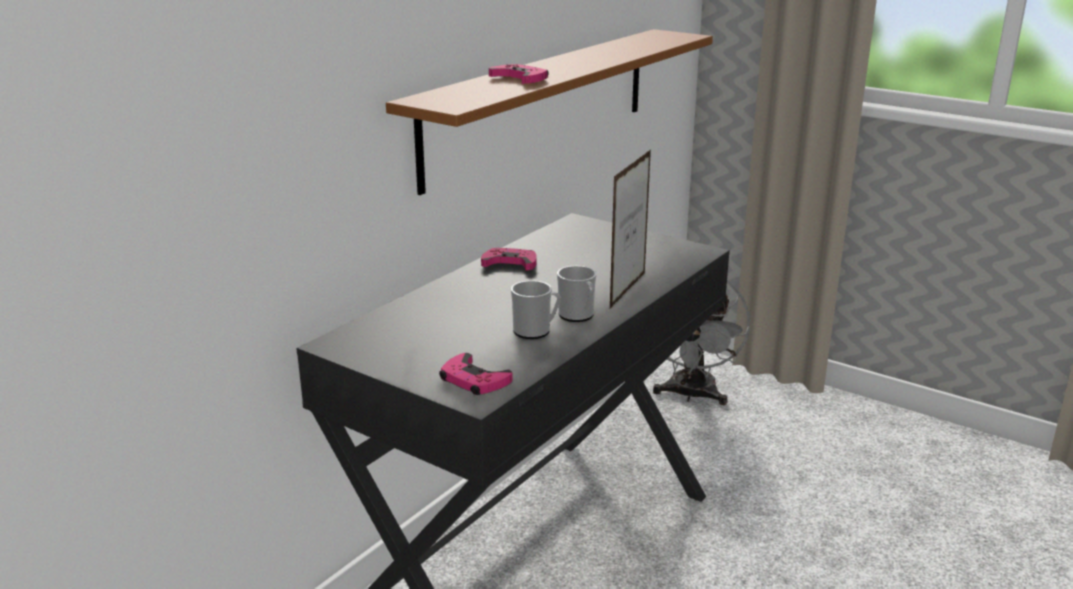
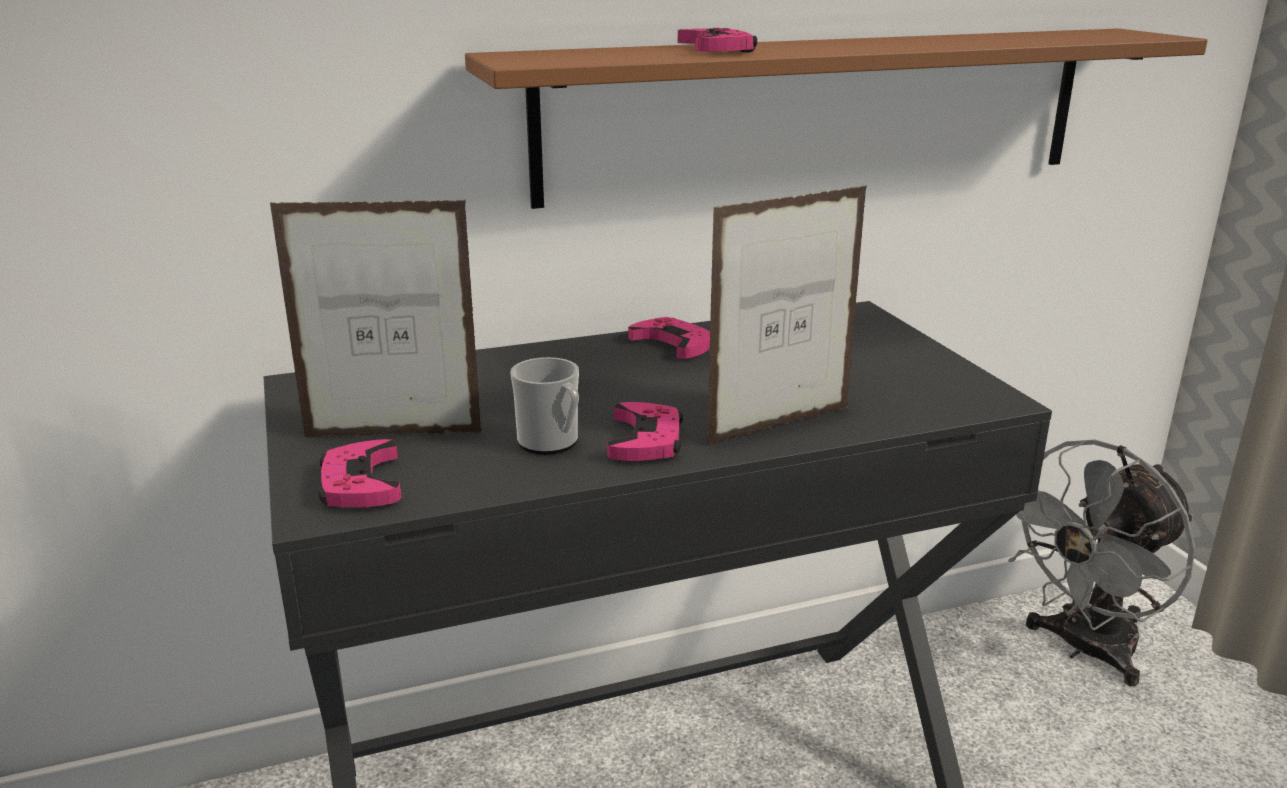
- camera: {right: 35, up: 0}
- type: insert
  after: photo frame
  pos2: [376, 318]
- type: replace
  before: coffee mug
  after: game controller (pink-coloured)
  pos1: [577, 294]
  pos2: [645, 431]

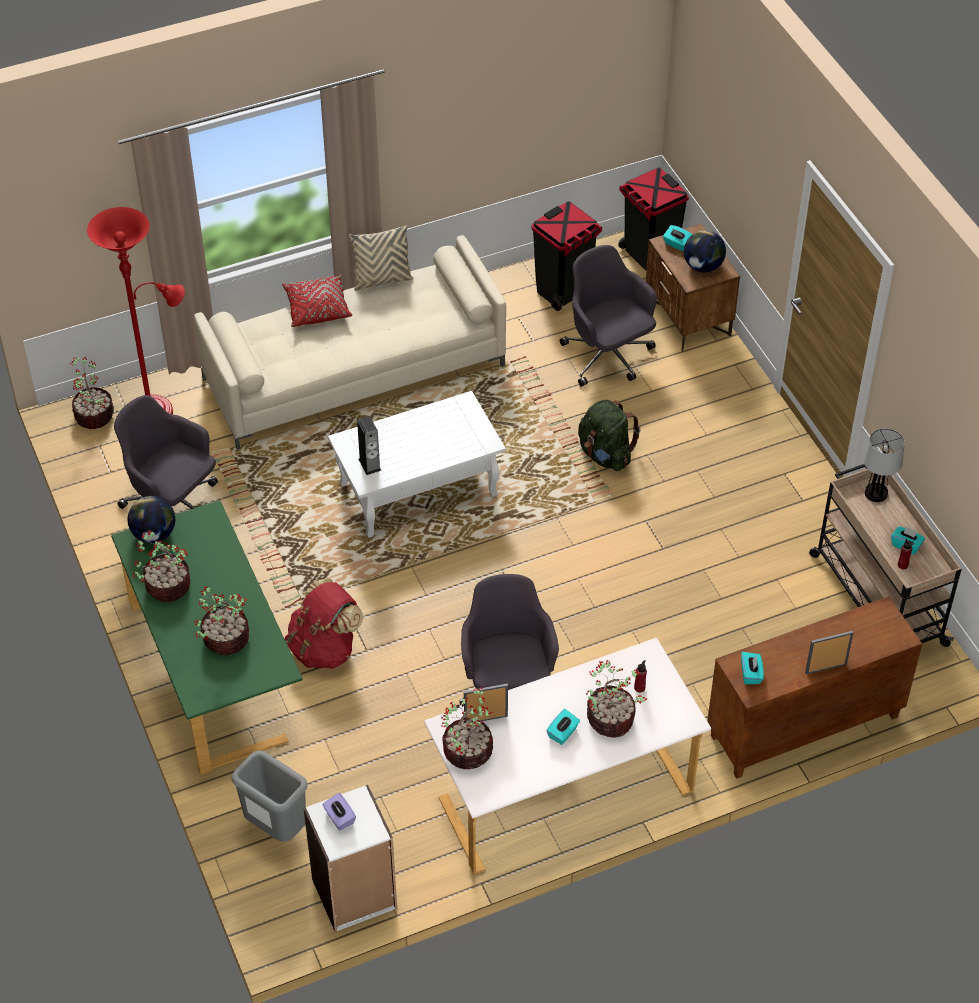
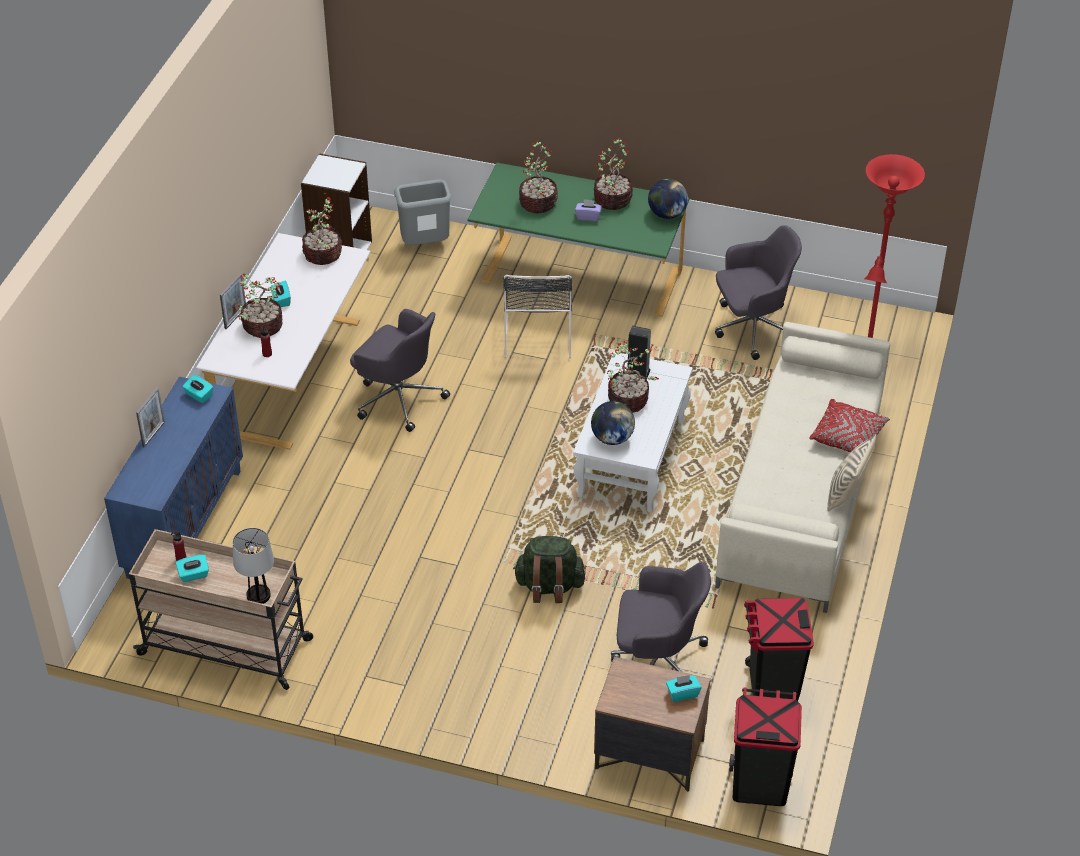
- camera: {right: 130, up: -5}
- type: recolor
  before: cabinet (brown-coloured)
  after: cabinet (blue)
  pos1: [814, 687]
  pos2: [173, 478]
- type: move
  before: photo frame
  pos1: [486, 702]
  pos2: [233, 301]
- type: replace
  before: backpack (red)
  after: chair (black)
  pos1: [324, 623]
  pos2: [538, 317]
- type: move
  before: tissue holder (purple-coloured)
  pos1: [339, 812]
  pos2: [588, 210]
- type: move
  before: world globe
  pos1: [705, 251]
  pos2: [613, 423]
- type: move
  before: potted plant
  pos1: [92, 393]
  pos2: [633, 377]

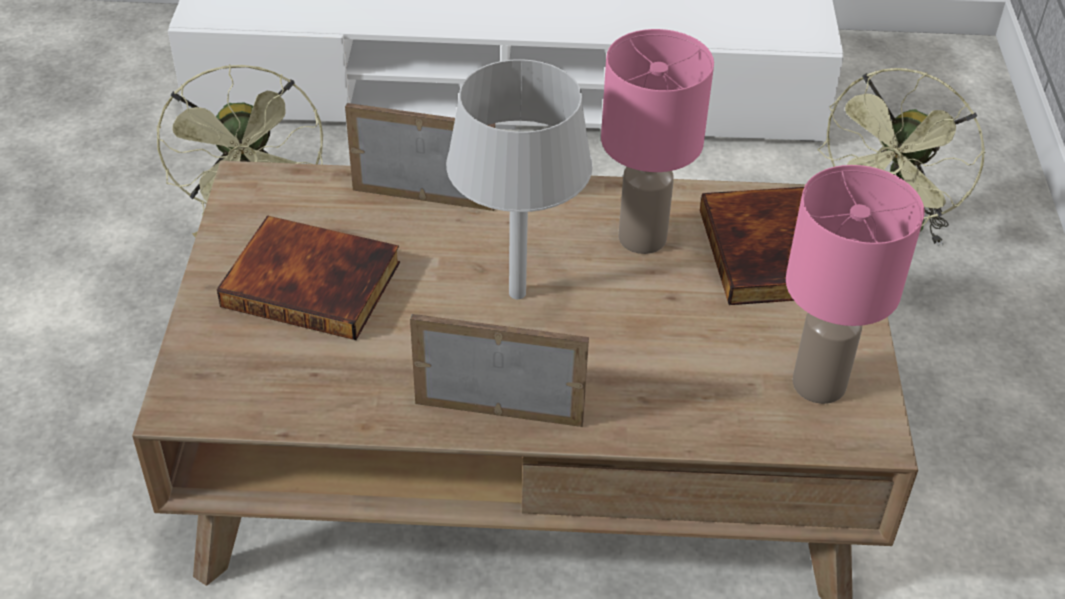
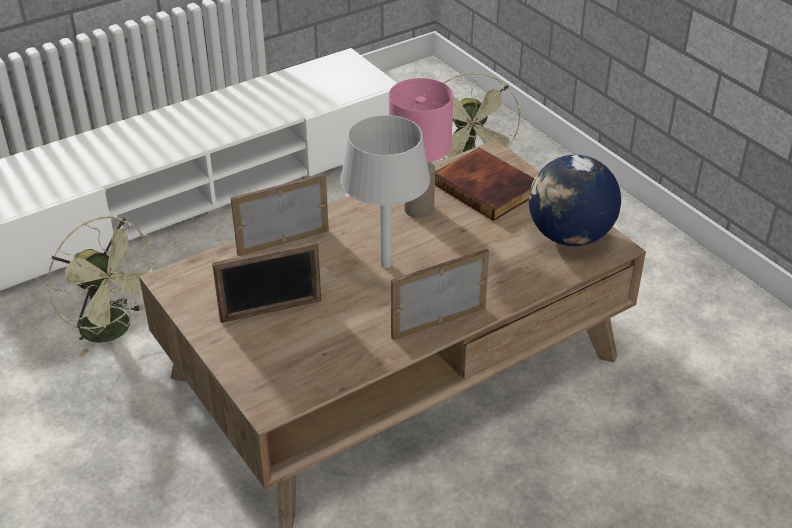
- camera: {right: -35, up: -5}
- type: replace
  before: bound book
  after: photo frame
  pos1: [308, 277]
  pos2: [266, 282]
- type: replace
  before: tabletop lamp (pink-coloured)
  after: world globe
  pos1: [855, 284]
  pos2: [575, 200]

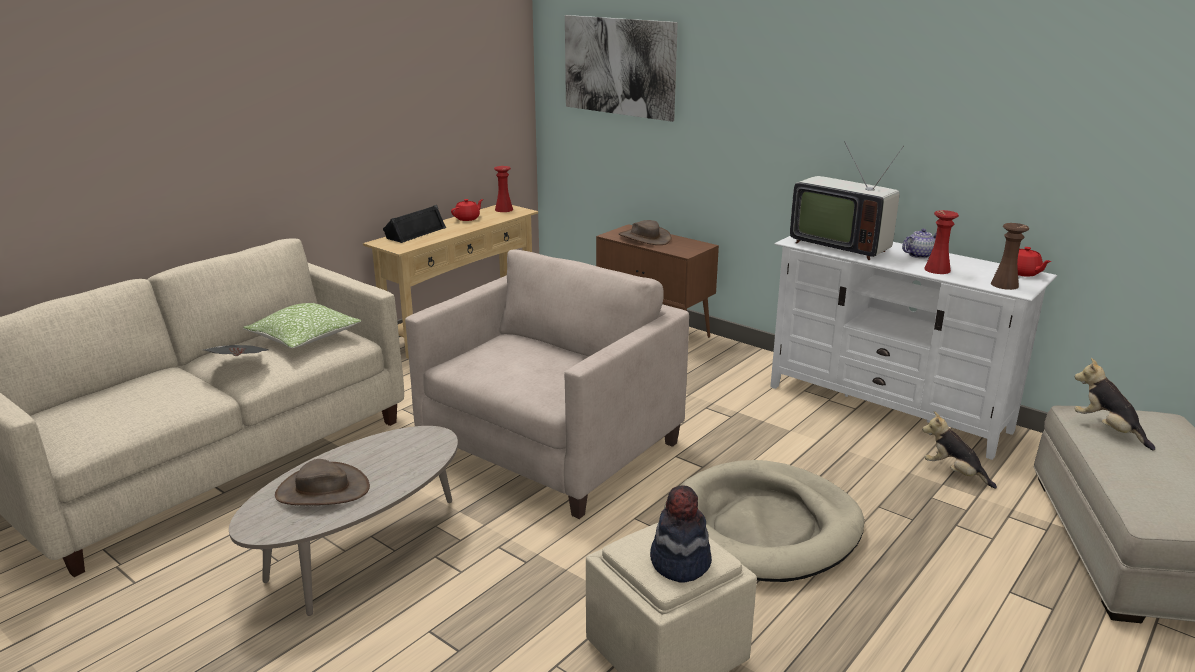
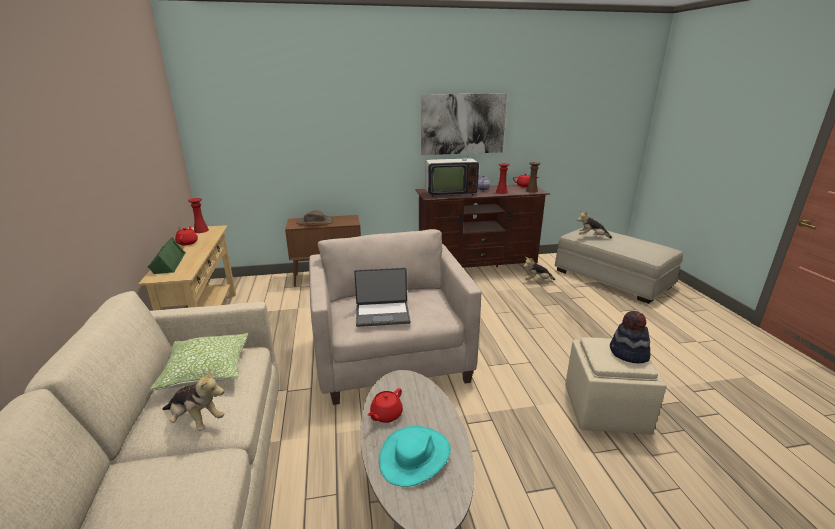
- camera: {right: -50, up: 0}
- type: recolor
  before: speaker (black)
  after: speaker (greenish)
  pos1: [414, 224]
  pos2: [167, 255]
- type: replace
  before: newspaper
  after: soft toy
  pos1: [236, 350]
  pos2: [193, 400]
- type: insert
  after: laptop
  pos2: [382, 297]
- type: insert
  after: pot for tea (red)
  pos2: [385, 405]
- type: recolor
  before: clothing hat (brown-coloured)
  after: clothing hat (blue-green)
  pos1: [322, 482]
  pos2: [415, 456]
- type: recolor
  before: tv stand (white-coloured)
  after: tv stand (brown-coloured)
  pos1: [913, 348]
  pos2: [482, 226]
- type: move
  before: picture
  pos1: [621, 68]
  pos2: [464, 124]
- type: delete
  before: dog cushion (beige)
  pos1: [764, 521]

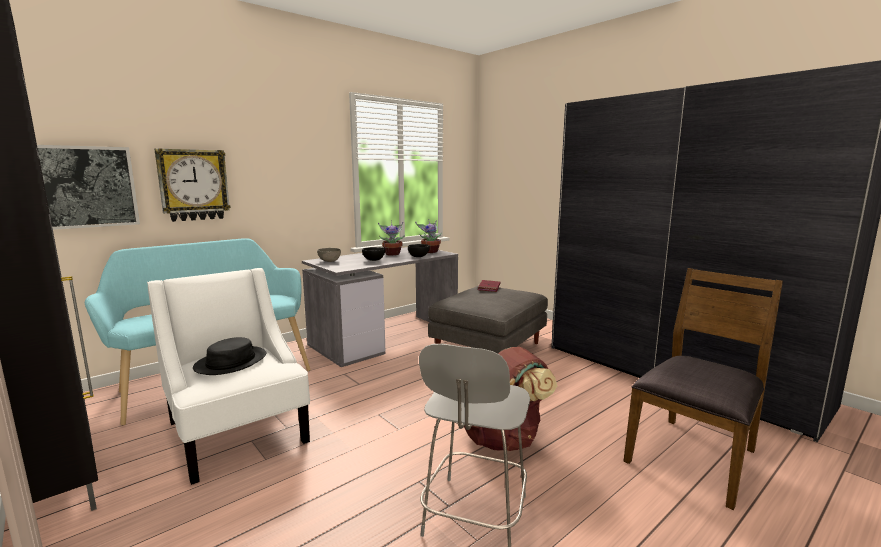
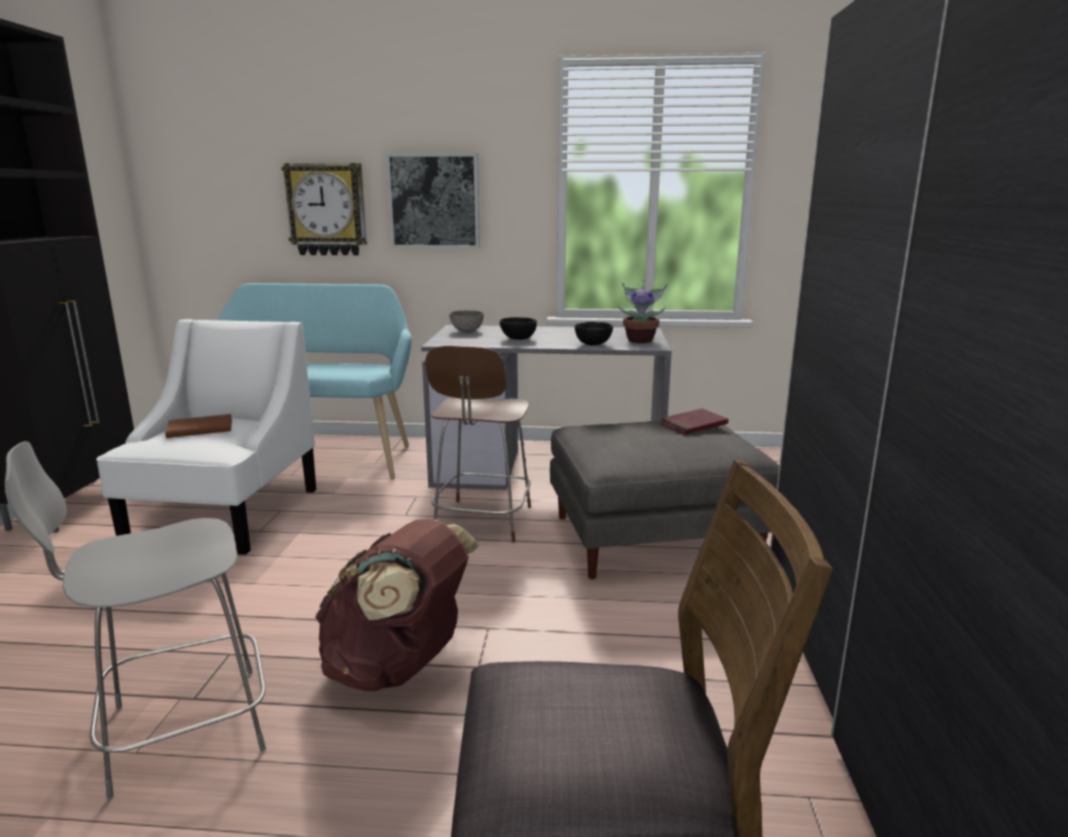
- camera: {right: 45, up: 5}
- type: replace
  before: clothing hat (black)
  after: bound book (brown-coloured)
  pos1: [229, 356]
  pos2: [198, 426]
- type: move
  before: picture
  pos1: [88, 187]
  pos2: [433, 200]
- type: insert
  after: chair (brown-coloured)
  pos2: [478, 444]
- type: delete
  before: potted plant
  pos1: [391, 238]

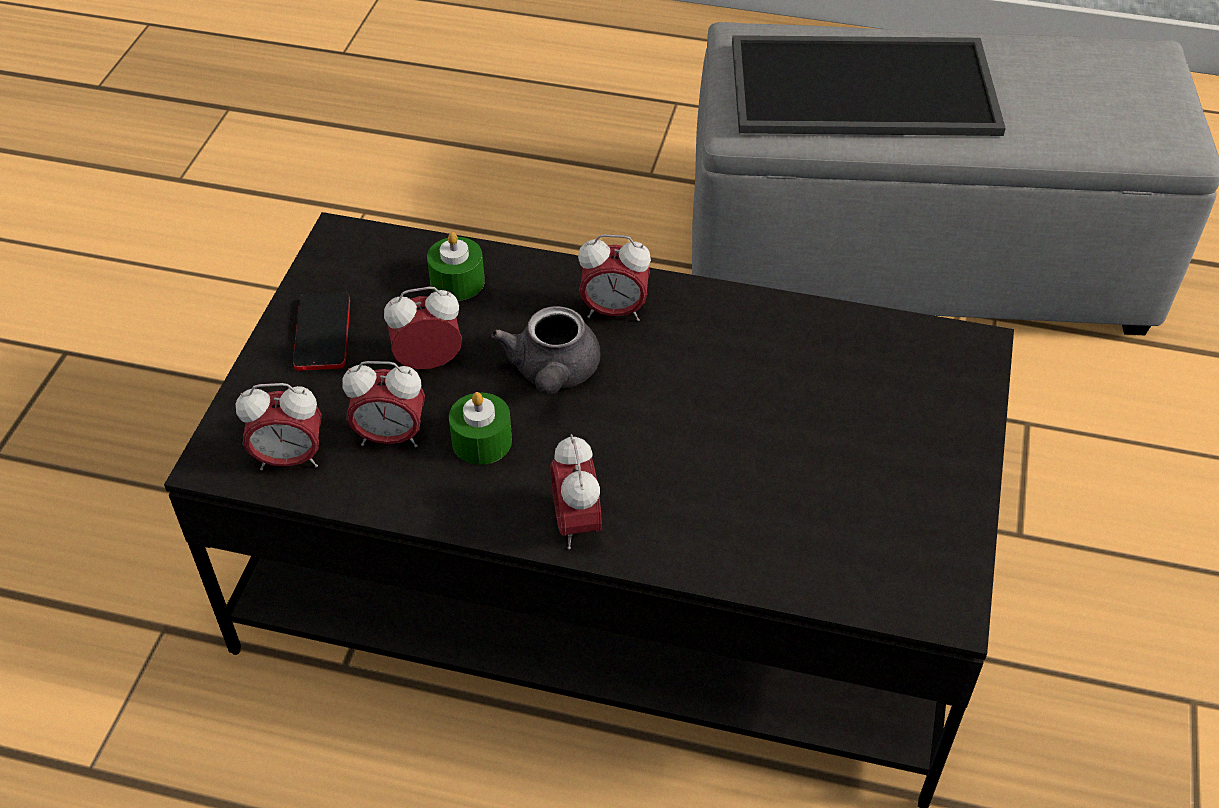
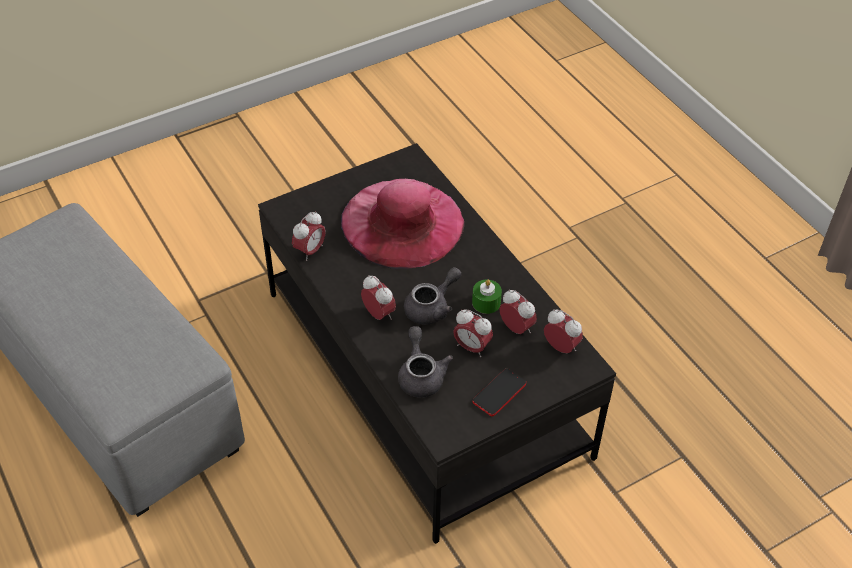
- camera: {right: -135, up: 0}
- type: move
  before: table clock
  pos1: [576, 491]
  pos2: [309, 236]
- type: insert
  after: clothing hat (pink-coloured)
  pos2: [402, 224]
- type: replace
  before: candle (greenish)
  after: pot for tea (grey)
  pos1: [456, 266]
  pos2: [425, 362]
- type: delete
  before: carrying tray
  pos1: [869, 85]

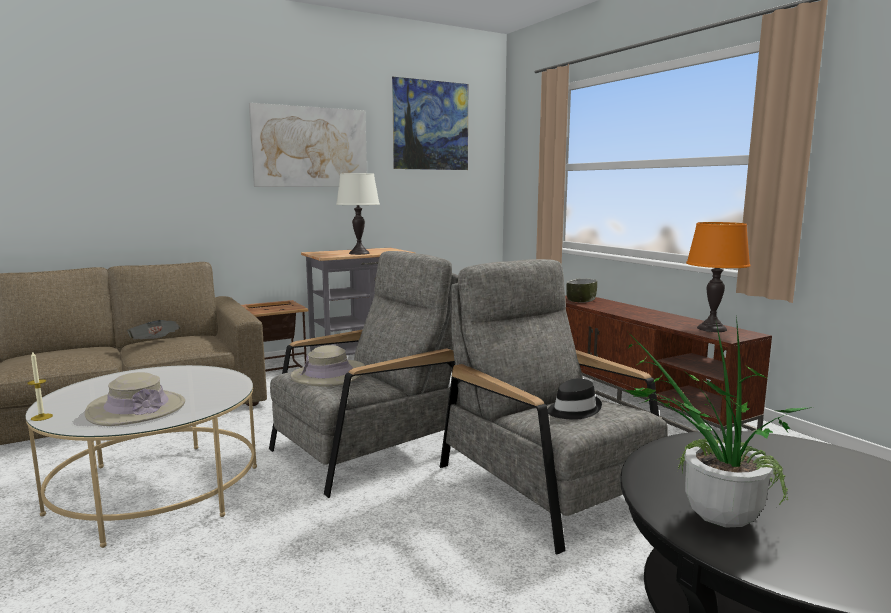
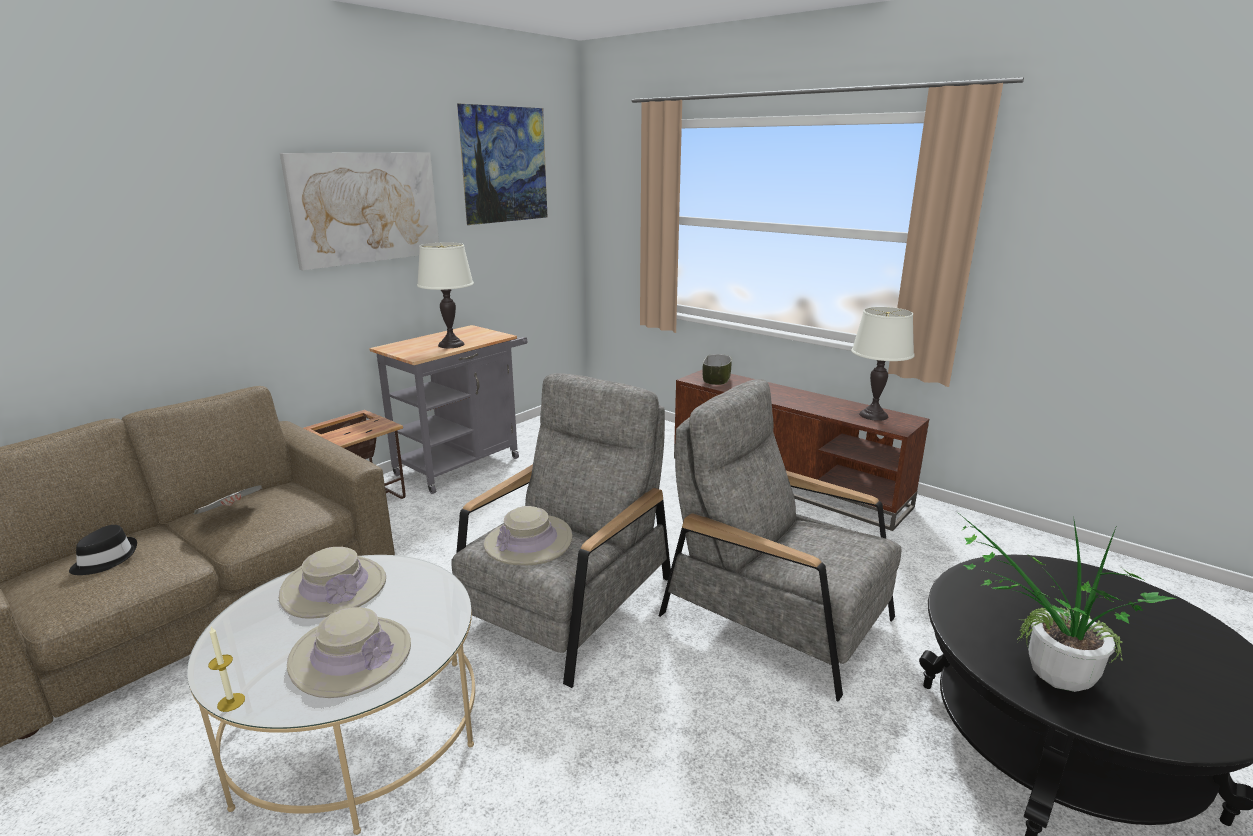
- camera: {right: -20, up: 10}
- type: move
  before: clothing hat (black)
  pos1: [575, 399]
  pos2: [103, 550]
- type: insert
  after: clothing hat (beige)
  pos2: [332, 583]
- type: recolor
  before: tabletop lamp (orangey)
  after: tabletop lamp (white-coloured)
  pos1: [718, 277]
  pos2: [883, 364]

